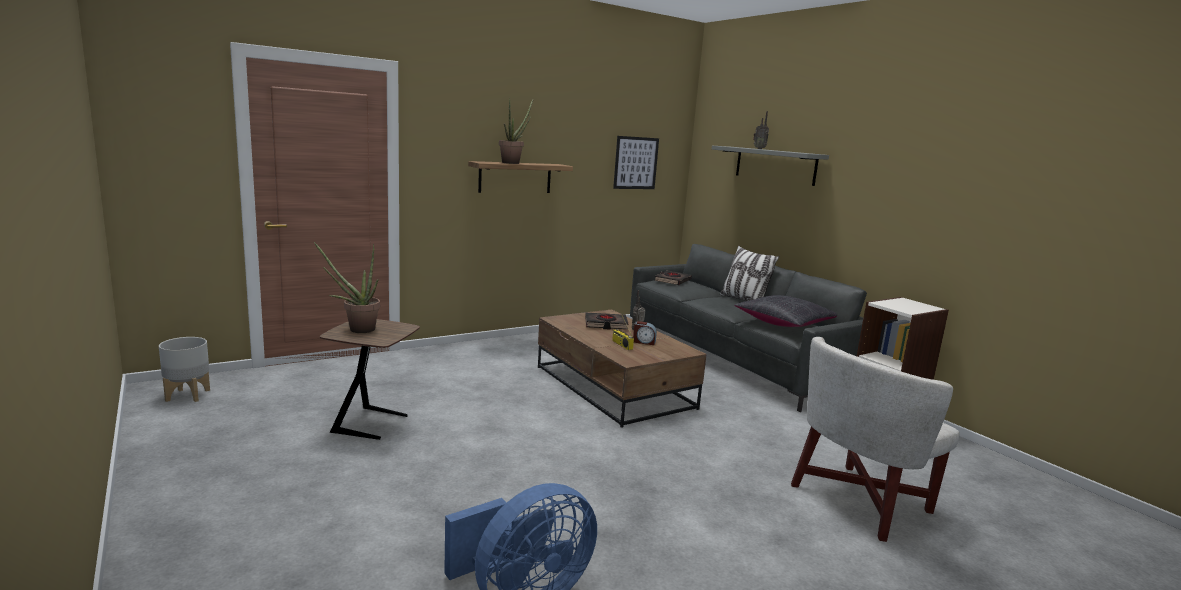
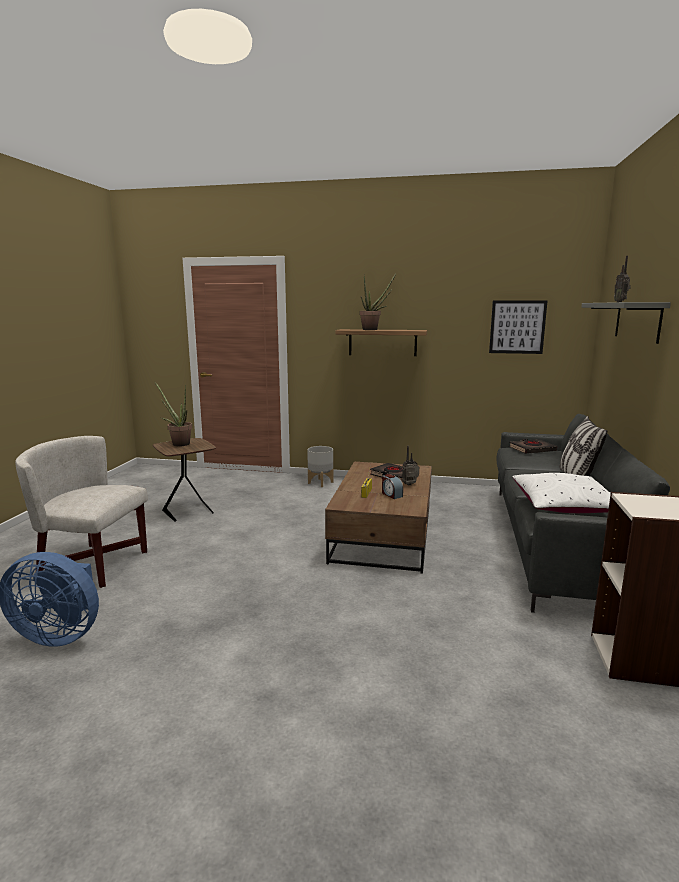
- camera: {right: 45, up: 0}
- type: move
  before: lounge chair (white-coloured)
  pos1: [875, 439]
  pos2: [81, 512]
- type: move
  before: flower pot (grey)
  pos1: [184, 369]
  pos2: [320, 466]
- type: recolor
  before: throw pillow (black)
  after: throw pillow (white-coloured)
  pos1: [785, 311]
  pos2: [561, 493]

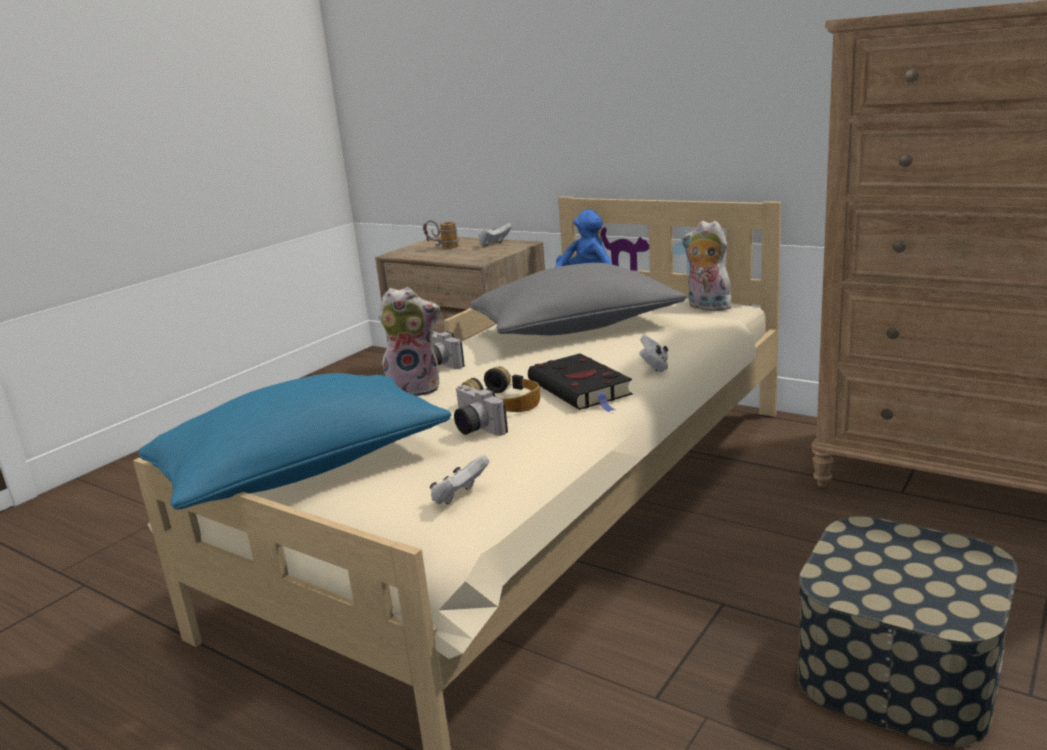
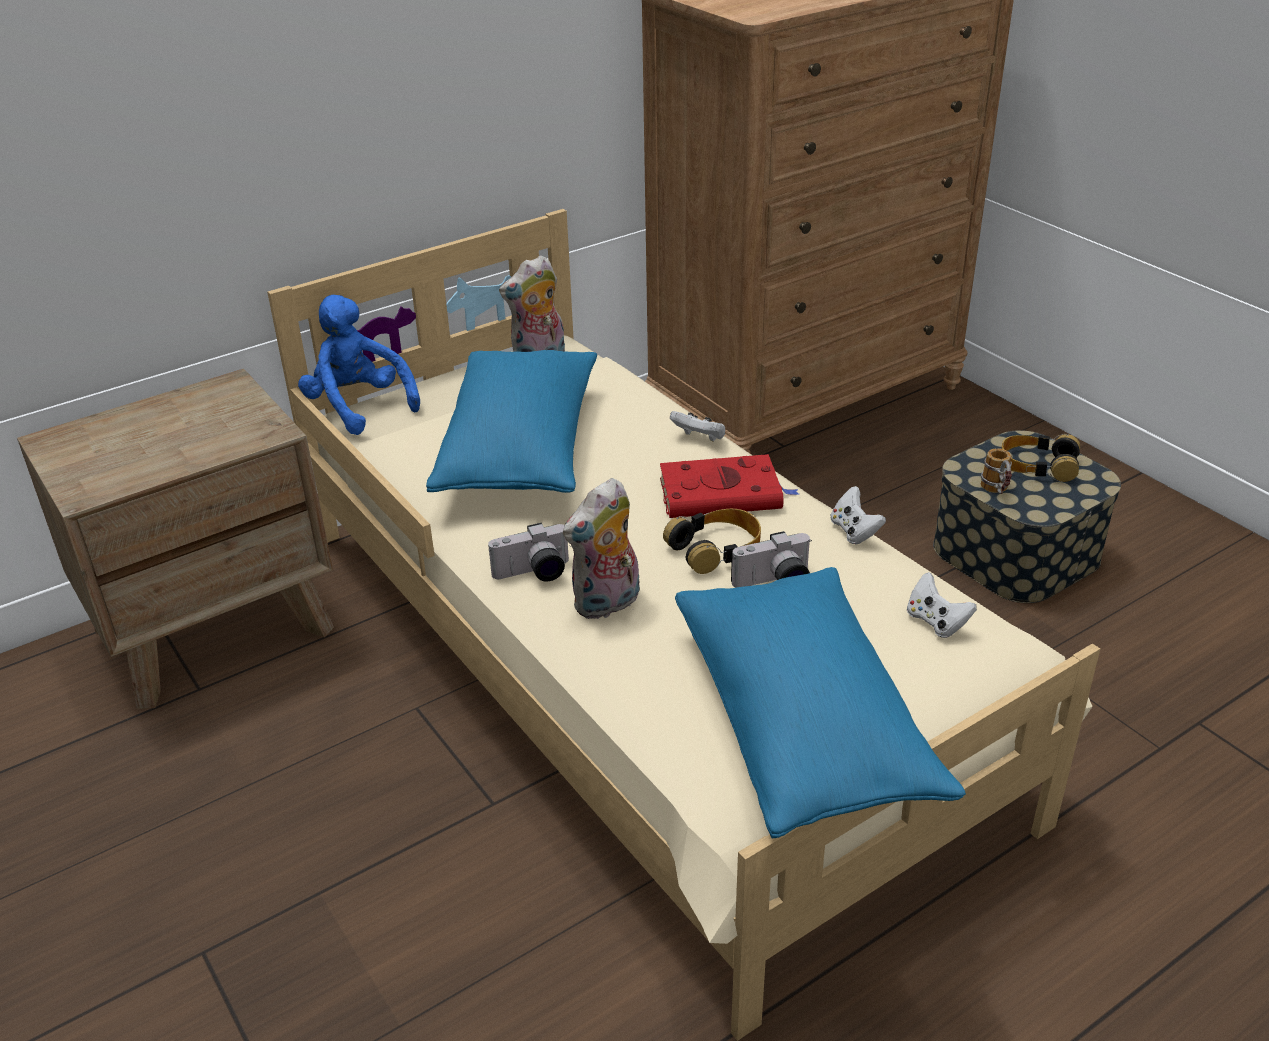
- camera: {right: -70, up: 15}
- type: recolor
  before: throw pillow (grey)
  after: throw pillow (blue)
  pos1: [578, 299]
  pos2: [511, 421]
- type: rotate
  before: soft toy
  pos1: [409, 342]
  pos2: [601, 549]
  turn: -150
- type: recolor
  before: bound book (black)
  after: bound book (red)
  pos1: [580, 382]
  pos2: [729, 486]
- type: move
  before: game controller (white-coloured)
  pos1: [495, 234]
  pos2: [858, 515]
- type: move
  before: coffee mug
  pos1: [441, 234]
  pos2: [996, 471]
- type: insert
  after: headset
  pos2: [1040, 458]

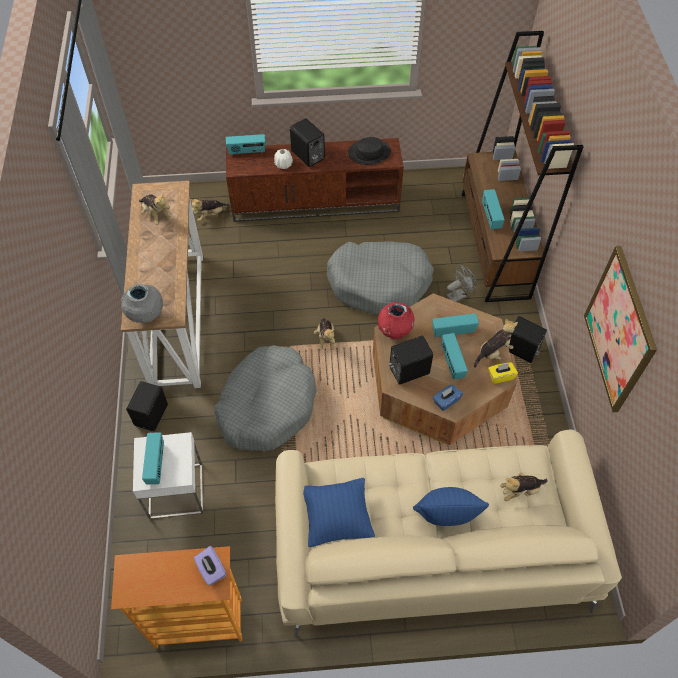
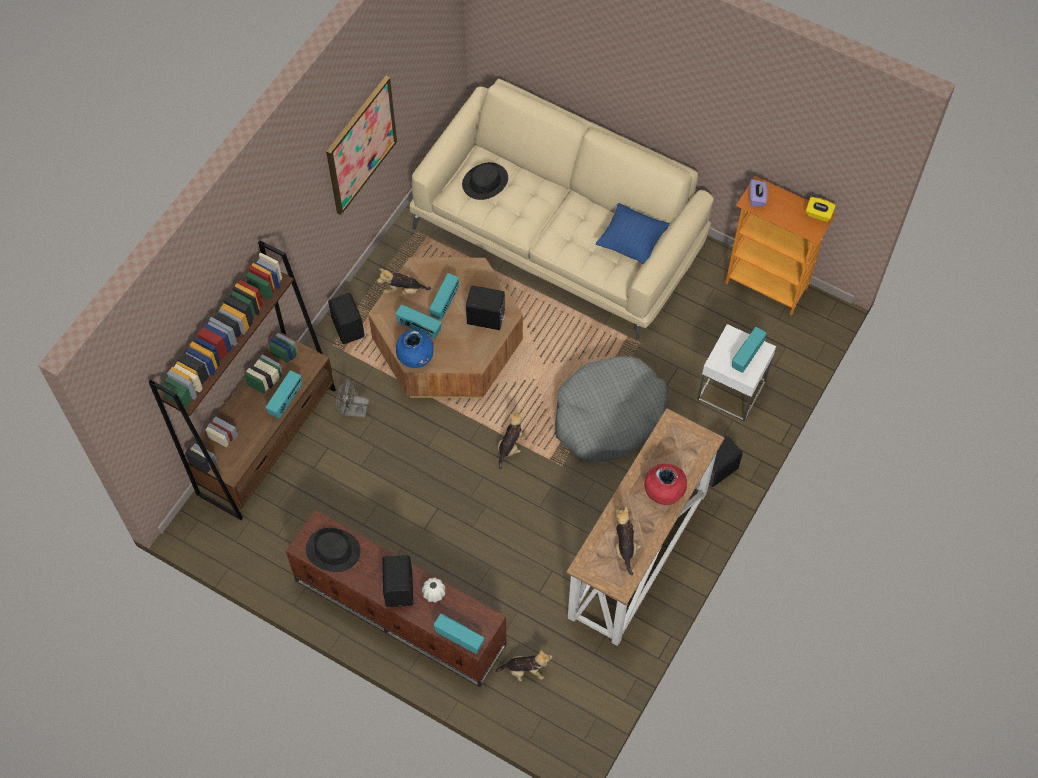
- camera: {right: -145, up: 5}
- type: insert
  after: decorative vase (blue)
  pos2: [414, 348]
- type: replace
  before: soft toy
  after: clothing hat (black)
  pos1: [524, 487]
  pos2: [485, 181]
- type: move
  before: decorative vase (red)
  pos1: [396, 321]
  pos2: [665, 484]
- type: move
  before: tissue holder (yellowish)
  pos1: [503, 373]
  pos2: [821, 209]
- type: delete
  before: decorative vase (grey)
  pos1: [142, 303]
- type: delete
  before: dog cushion (grey)
  pos1: [380, 278]
- type: delete
  before: throw pillow (blue)
  pos1: [451, 506]
- type: delete
  before: tissue holder (blue)
  pos1: [448, 397]

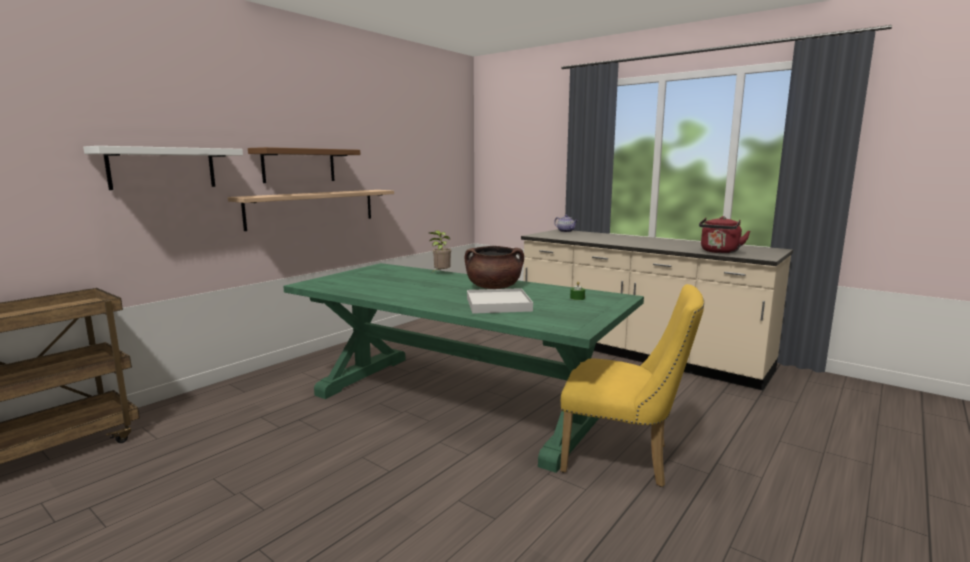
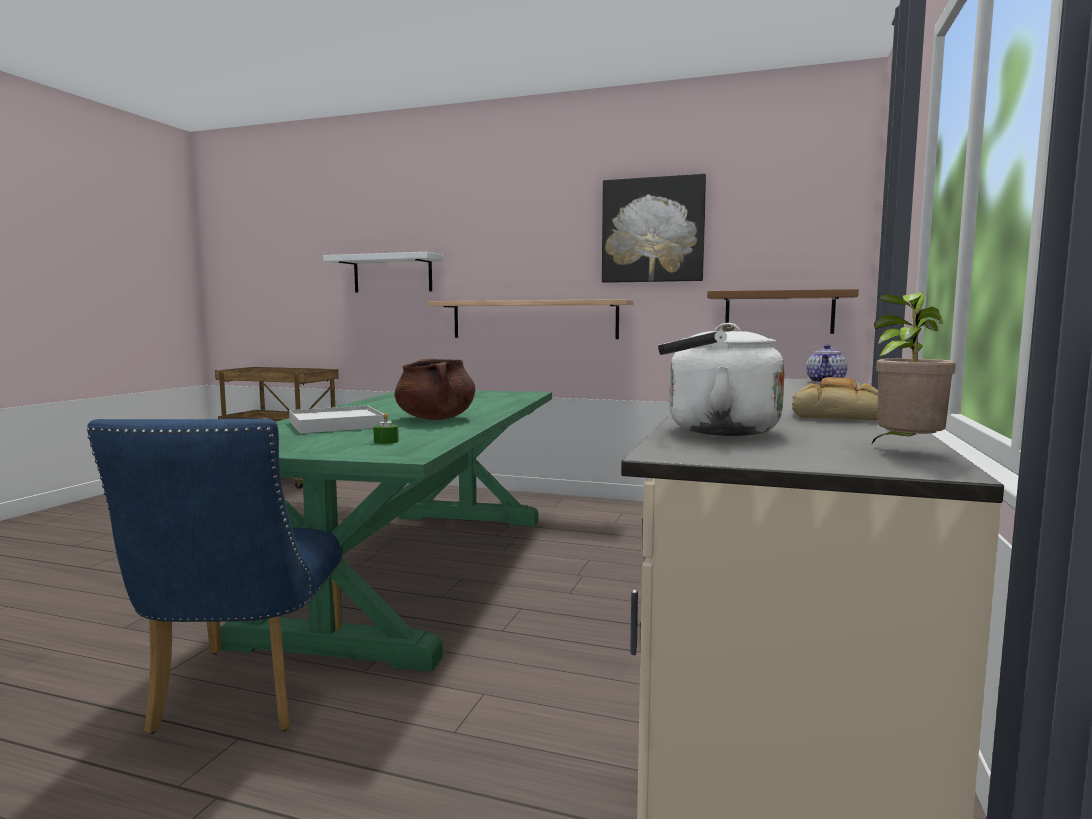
- camera: {right: 70, up: -5}
- type: recolor
  before: chair (yellowish)
  after: chair (blue)
  pos1: [632, 385]
  pos2: [215, 576]
- type: insert
  after: picture
  pos2: [654, 228]
- type: recolor
  before: kettle (red)
  after: kettle (white-coloured)
  pos1: [724, 234]
  pos2: [721, 379]
- type: move
  before: bracket shelf (brown-coloured)
  pos1: [304, 165]
  pos2: [783, 311]
- type: insert
  after: bakery bread
  pos2: [835, 398]
- type: move
  before: potted plant
  pos1: [440, 251]
  pos2: [914, 368]

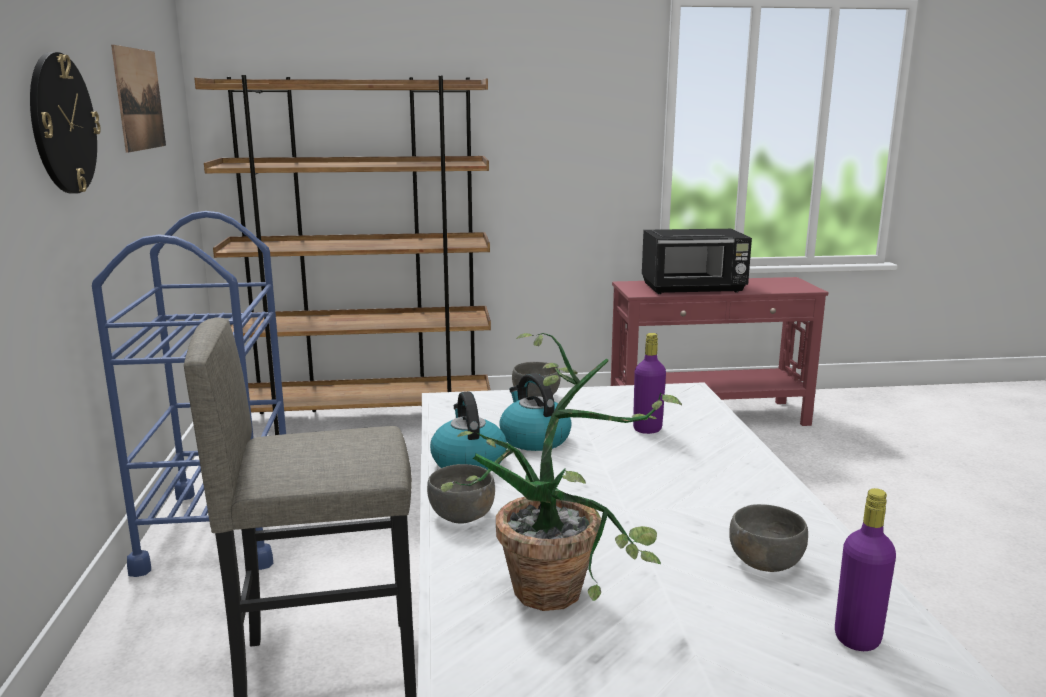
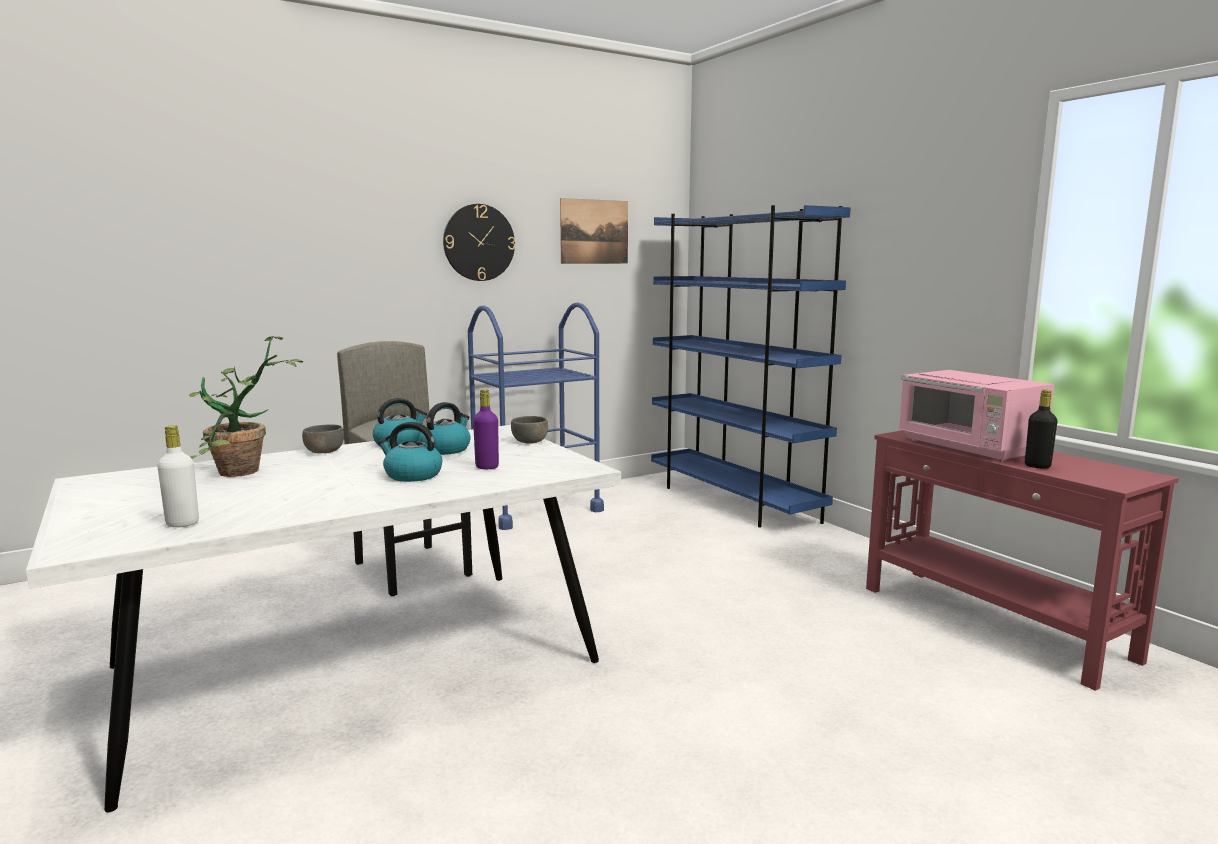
- camera: {right: 65, up: -5}
- type: recolor
  before: drink bottle (purple-coloured)
  after: drink bottle (white-coloured)
  pos1: [865, 569]
  pos2: [178, 476]
- type: insert
  after: kettle
  pos2: [410, 452]
- type: recolor
  before: bookcase (brown-coloured)
  after: bookcase (blue)
  pos1: [342, 255]
  pos2: [751, 366]
- type: recolor
  before: microwave oven (black)
  after: microwave oven (pink-coloured)
  pos1: [697, 261]
  pos2: [976, 416]
- type: insert
  after: drink bottle (black)
  pos2: [1041, 429]
- type: delete
  before: deep dish (grey)
  pos1: [768, 538]

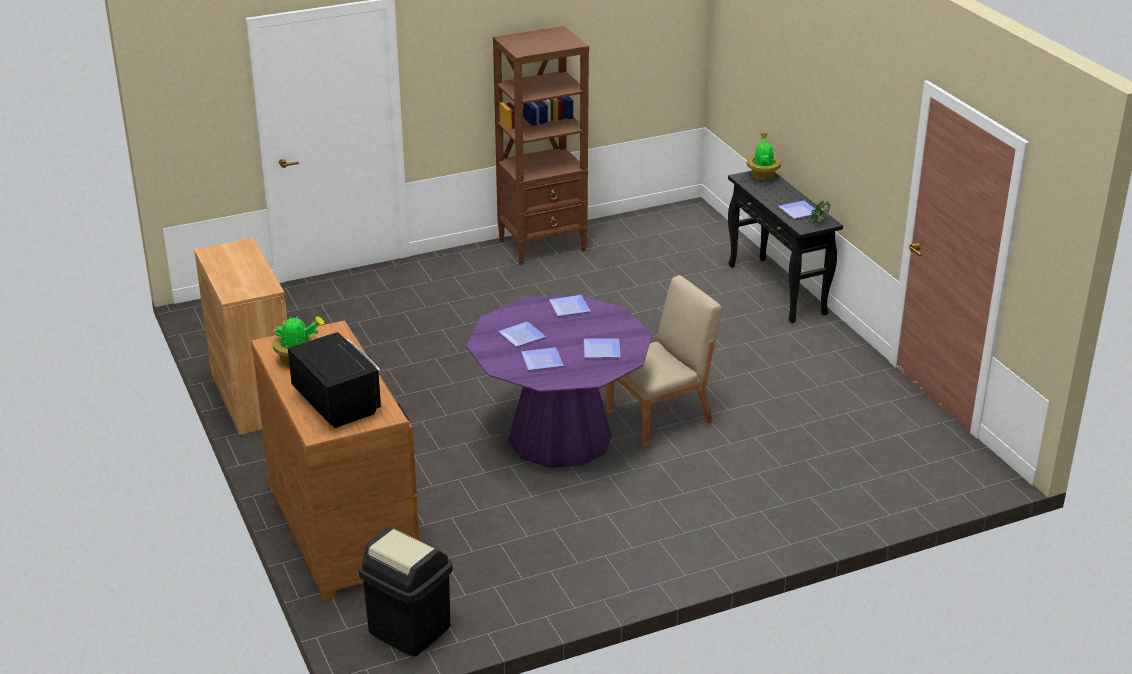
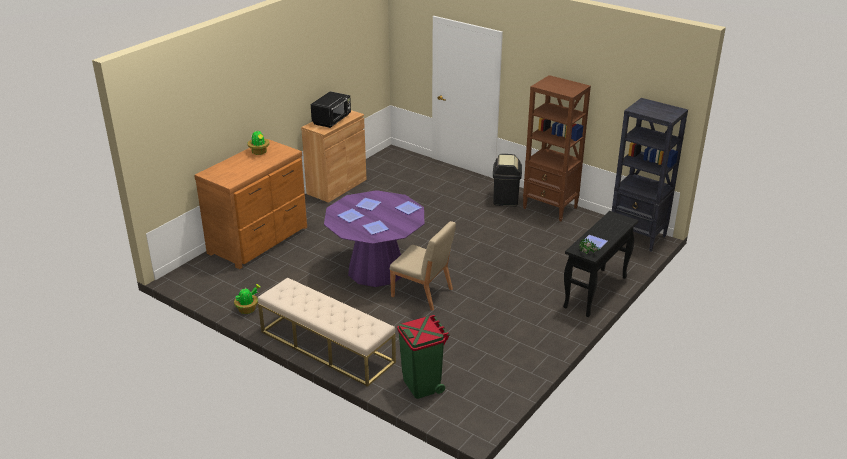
- camera: {right: 60, up: 0}
- type: move
  before: potted plant
  pos1: [764, 157]
  pos2: [247, 299]
- type: insert
  after: long seat (beige)
  pos2: [327, 332]
- type: move
  before: microwave oven (black)
  pos1: [334, 380]
  pos2: [331, 109]
- type: insert
  after: waste bin (greenish)
  pos2: [423, 357]
- type: move
  before: waste bin (black)
  pos1: [405, 592]
  pos2: [507, 180]
- type: insert
  after: bookcase (black)
  pos2: [650, 175]

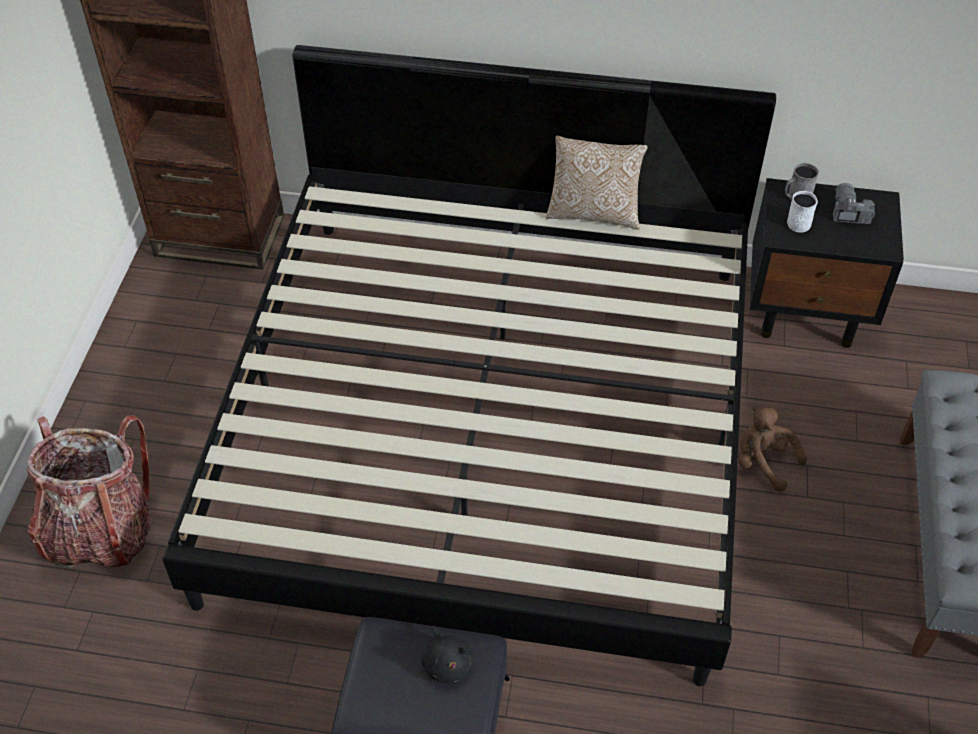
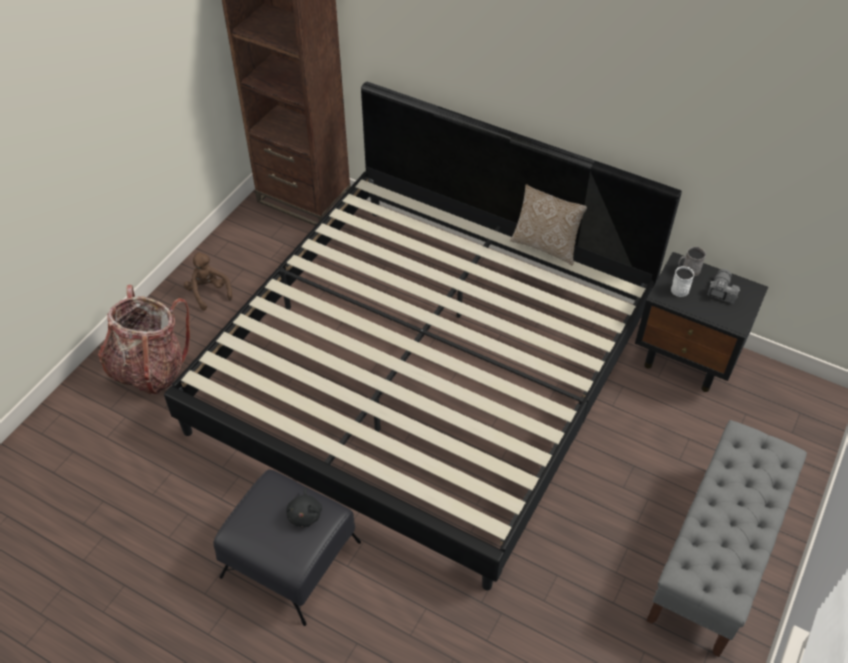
- camera: {right: 20, up: 0}
- type: move
  before: soft toy (brown-coloured)
  pos1: [772, 449]
  pos2: [208, 281]

